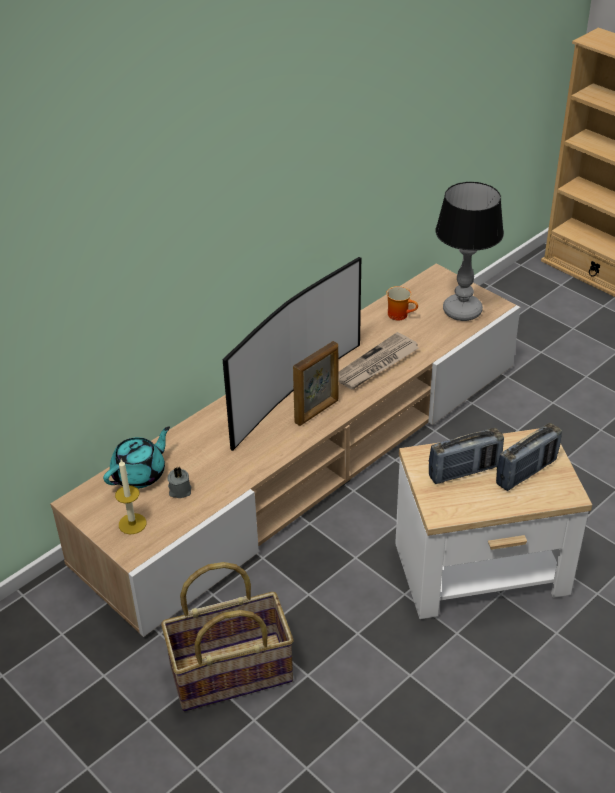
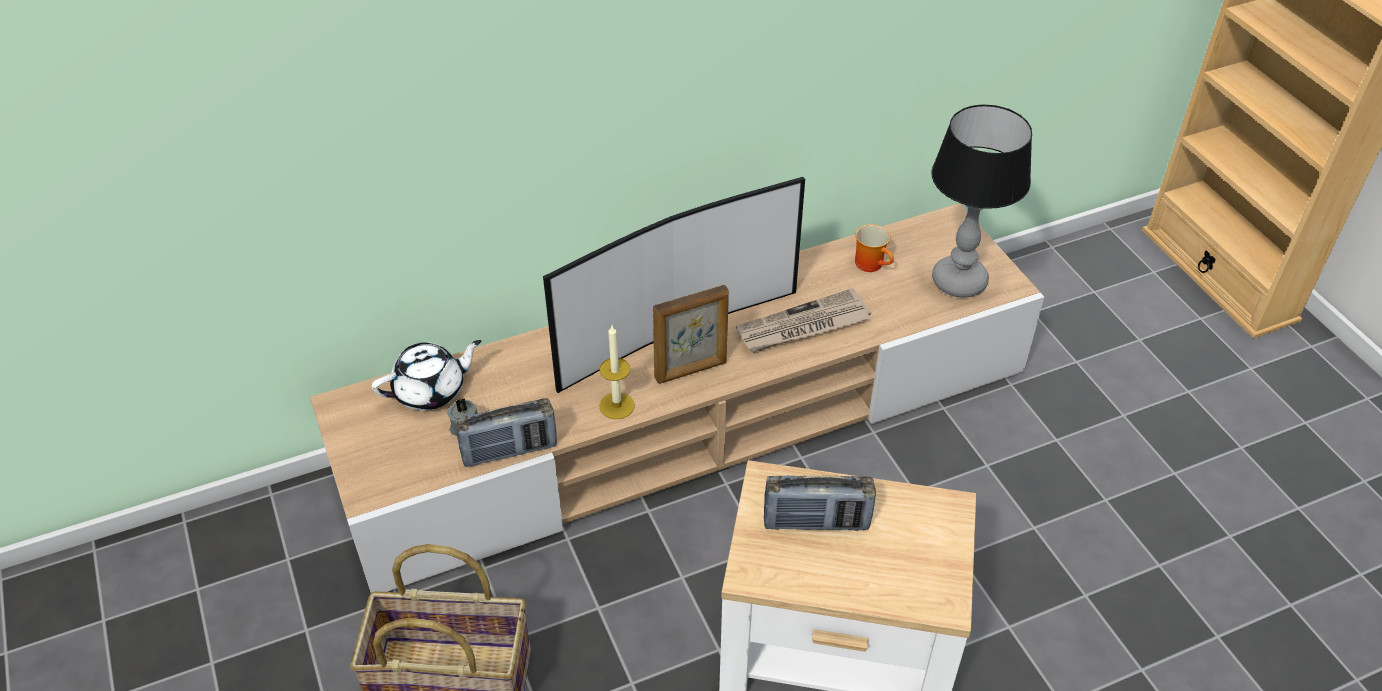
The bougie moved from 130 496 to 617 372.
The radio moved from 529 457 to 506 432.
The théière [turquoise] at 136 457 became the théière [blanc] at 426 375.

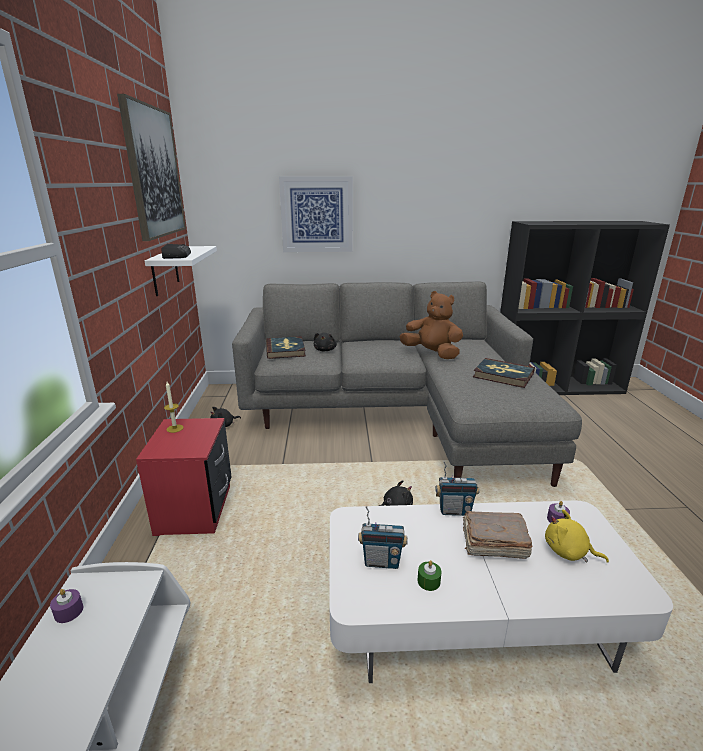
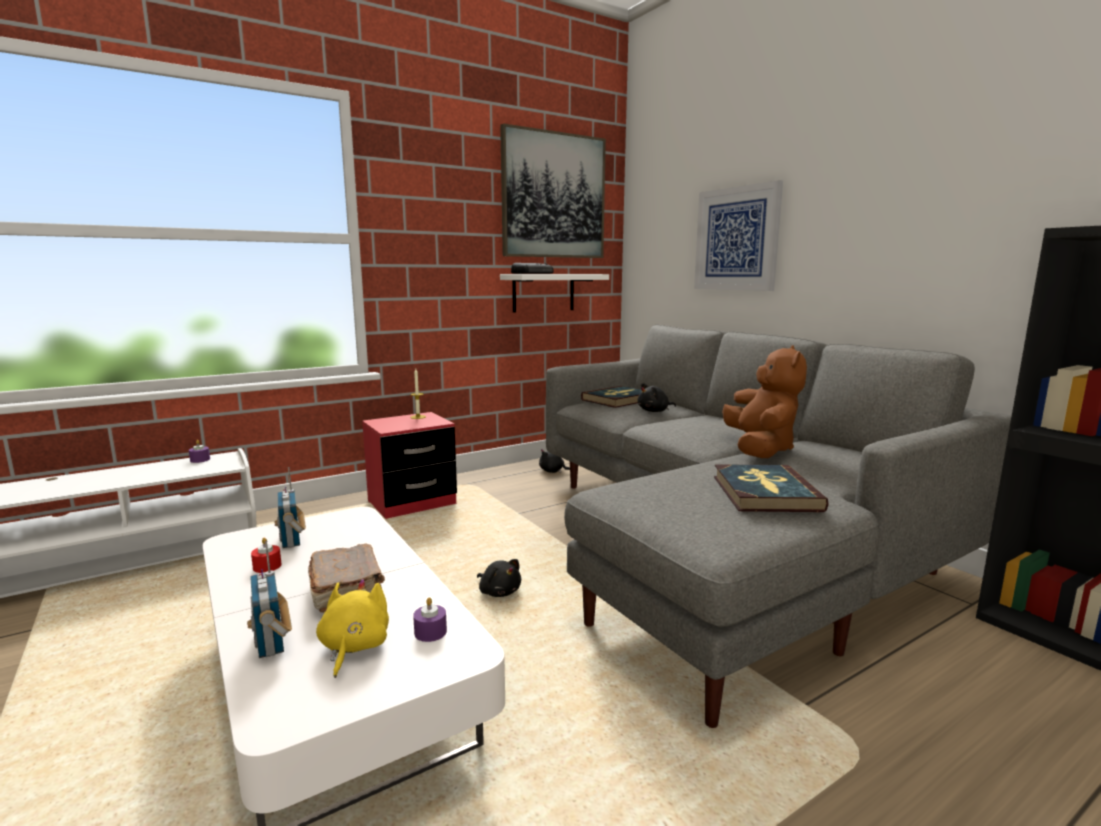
The radio moved from 458 488 to 269 599.
The bougie [vert] at 429 575 became the bougie [rouge] at 266 555.

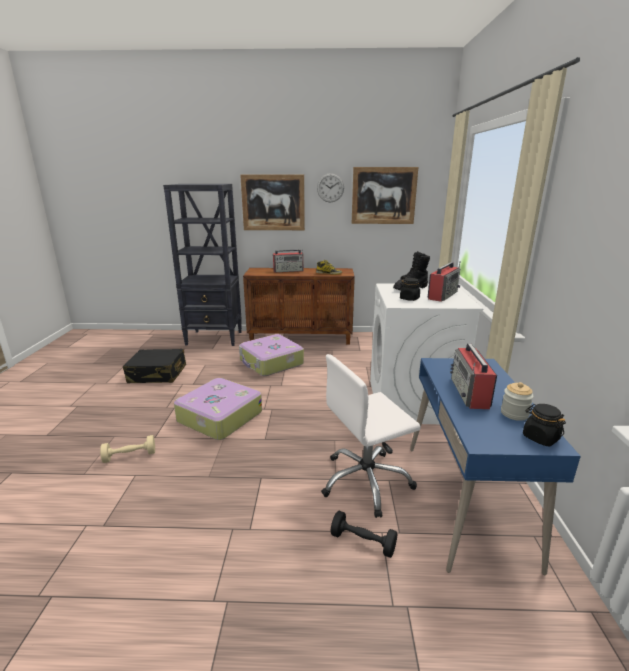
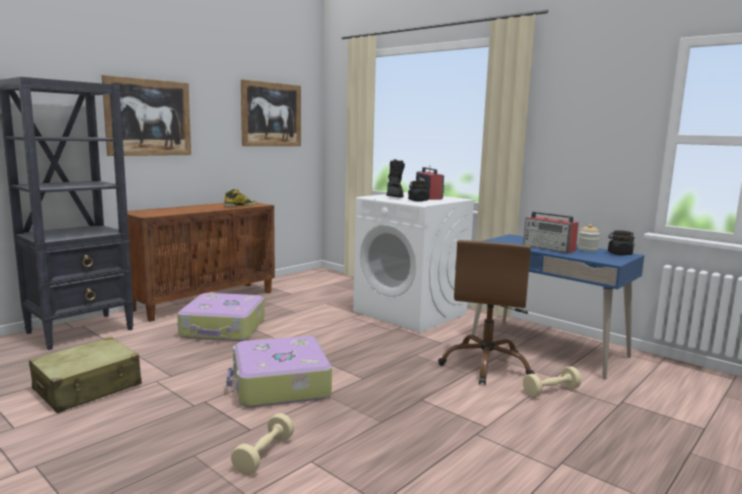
The radio at 288 261 disappeared.
The horloge murale at 330 187 disappeared.
The valise [noir] at 154 366 became the valise [beige] at 85 375.
The chaise de bureau [blanc] at 371 436 became the chaise de bureau [marron] at 486 312.
The haltère [noir] at 364 534 became the haltère [beige] at 552 381.

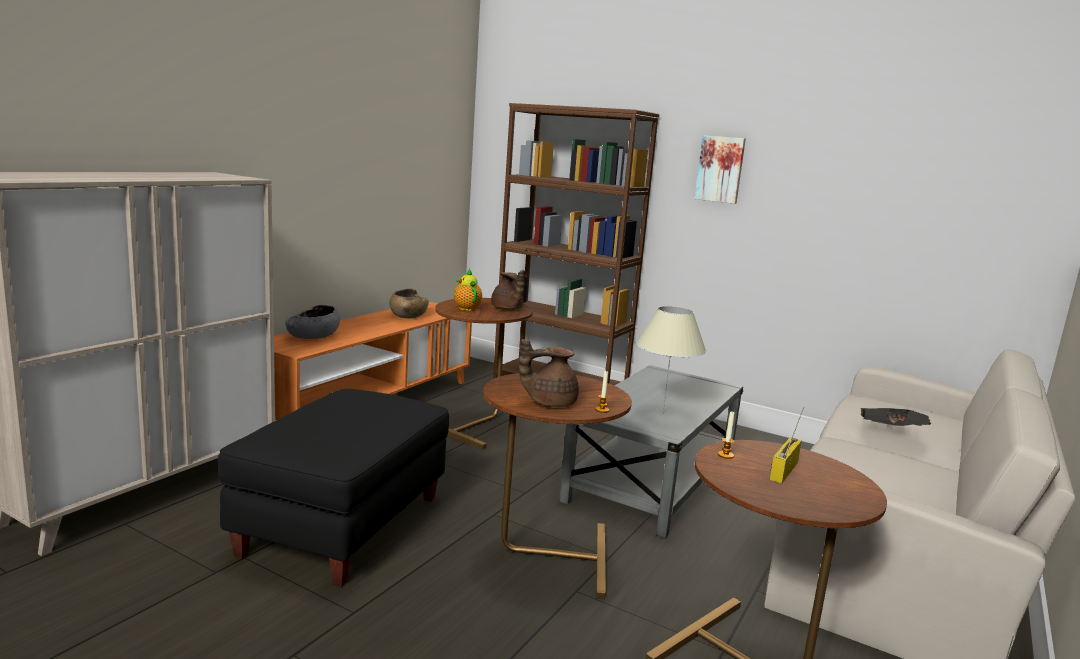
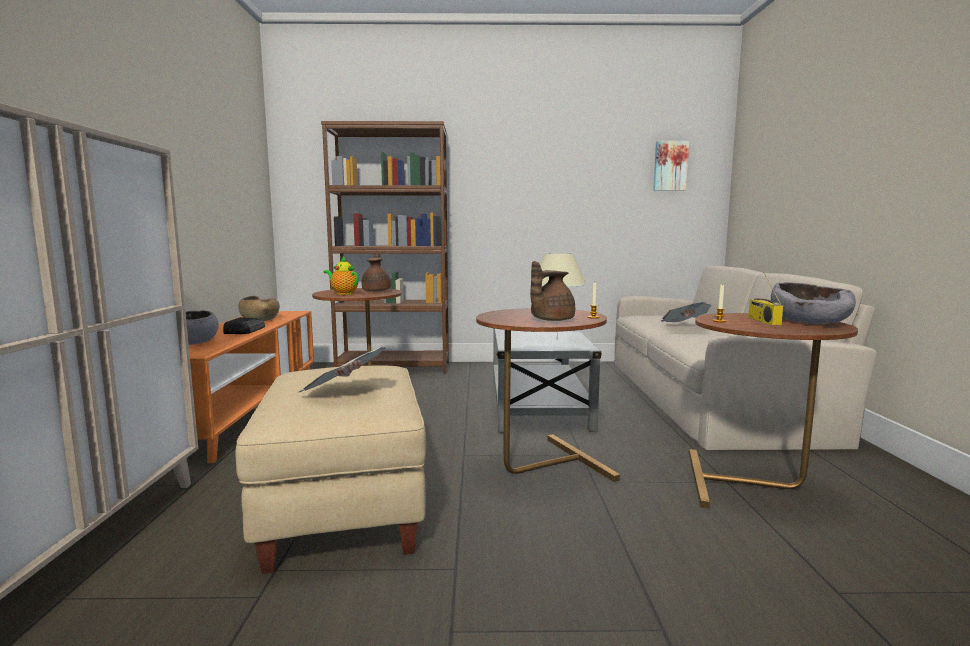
The radio at 244 325 appeared.
The journal at 342 369 appeared.
The bol [gris] at 813 303 appeared.
The tableau moved from 720 169 to 671 166.
The pouf [noir] at 333 488 became the pouf [beige] at 330 470.
The théière [marron] at 508 290 turned 120 degrees counterclockwise.

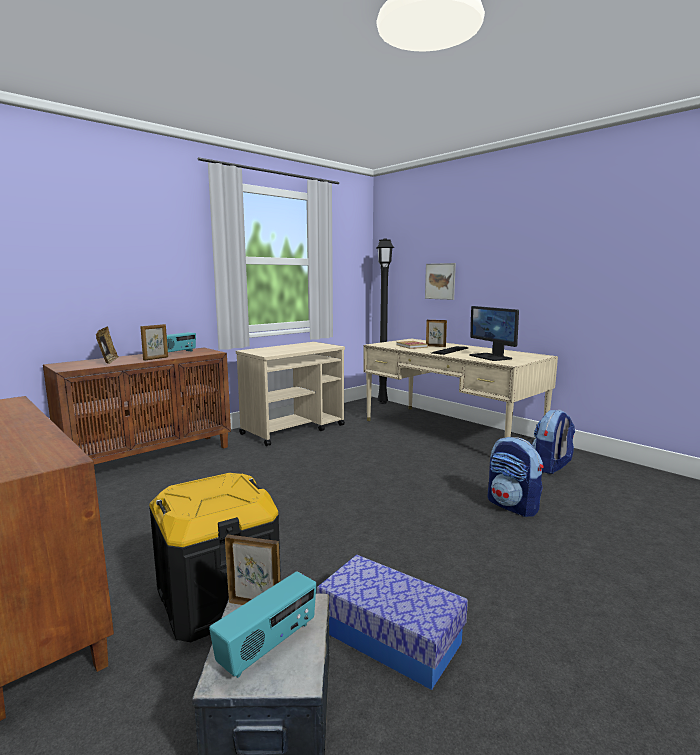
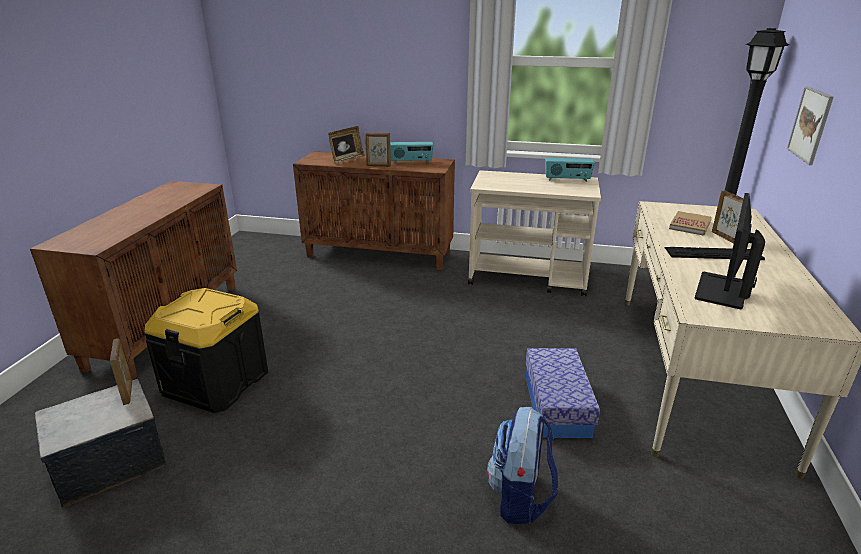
The sac à dos at 553 442 disappeared.
The radio moved from 262 625 to 570 170.
The boîte de rangement moved from 392 622 to 563 393.

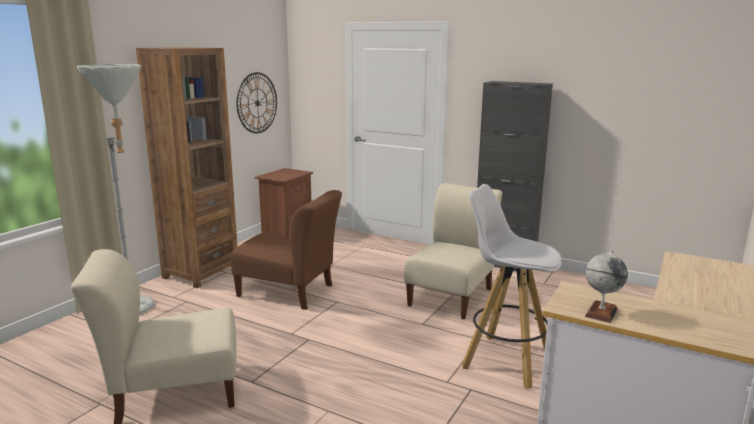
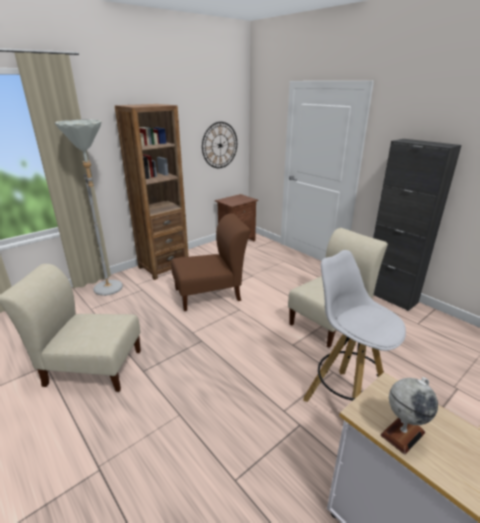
The chaise [marron] at 286 250 turned 60 degrees counterclockwise.

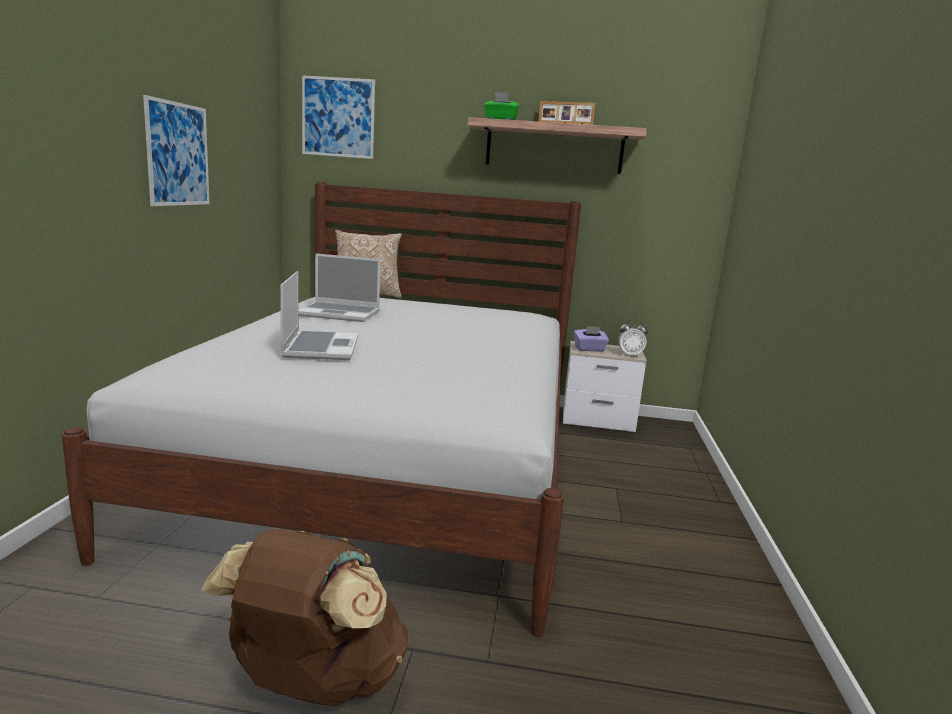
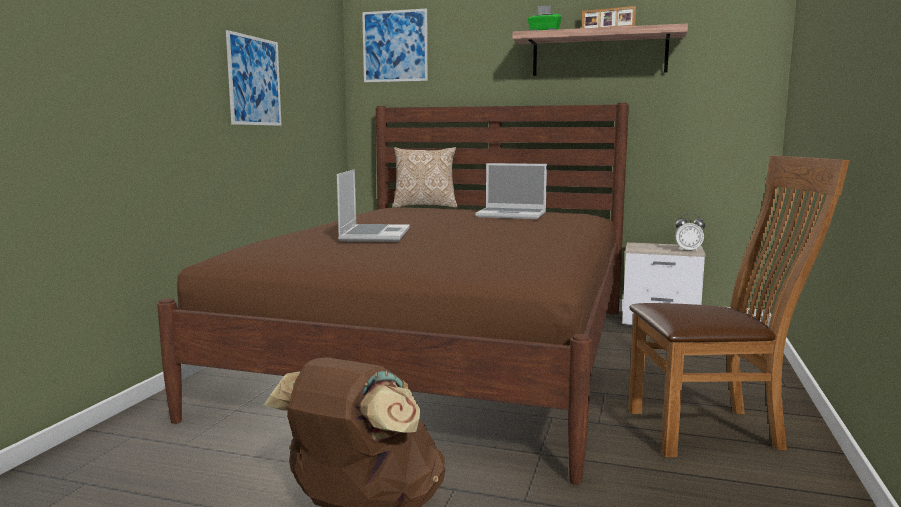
The boîte à mouchoirs [violet] at 591 339 disappeared.
The chaise [marron] at 739 306 appeared.
The ordinateur portable moved from 340 287 to 511 191.
The lit [blanc] at 321 409 became the lit [marron] at 393 294.

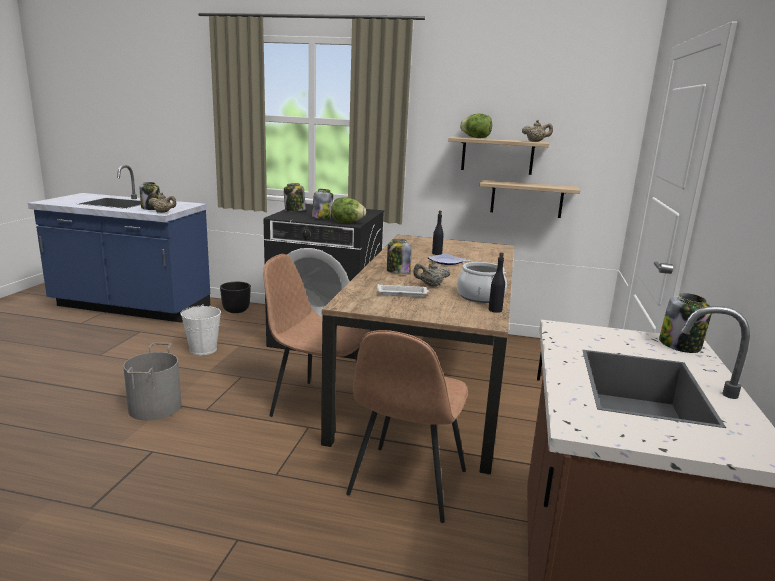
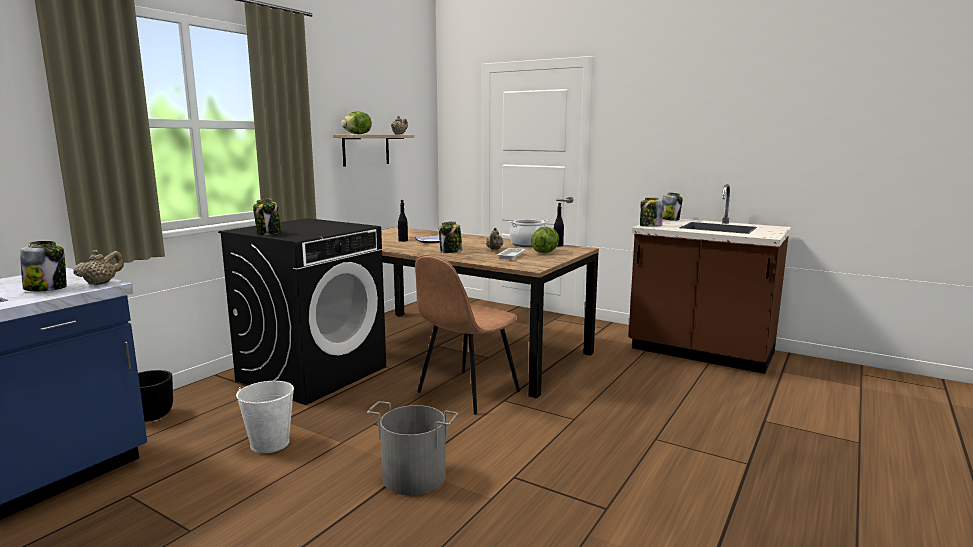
The chaise [marron] at 407 426 disappeared.
The étagère at 529 199 disappeared.
The bocal moved from 322 204 to 651 212.
The laitue moved from 348 210 to 545 240.

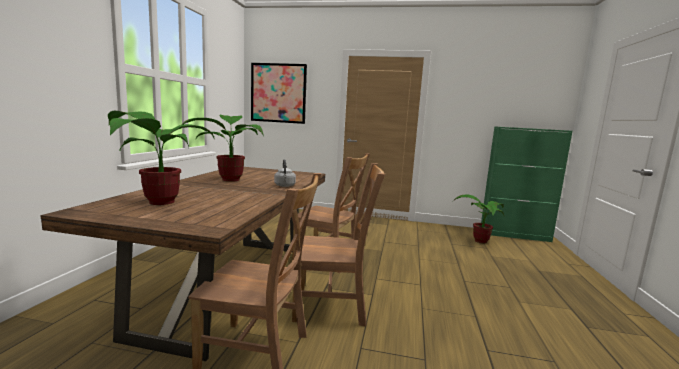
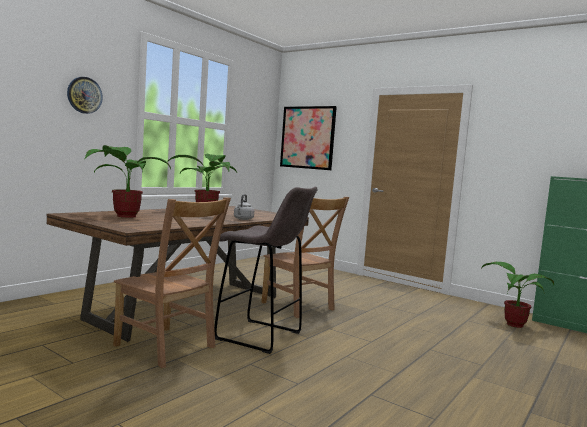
The horloge murale at 85 95 appeared.
The chaise [marron] at 338 245 was replaced by the tabouret [gris] at 266 270.

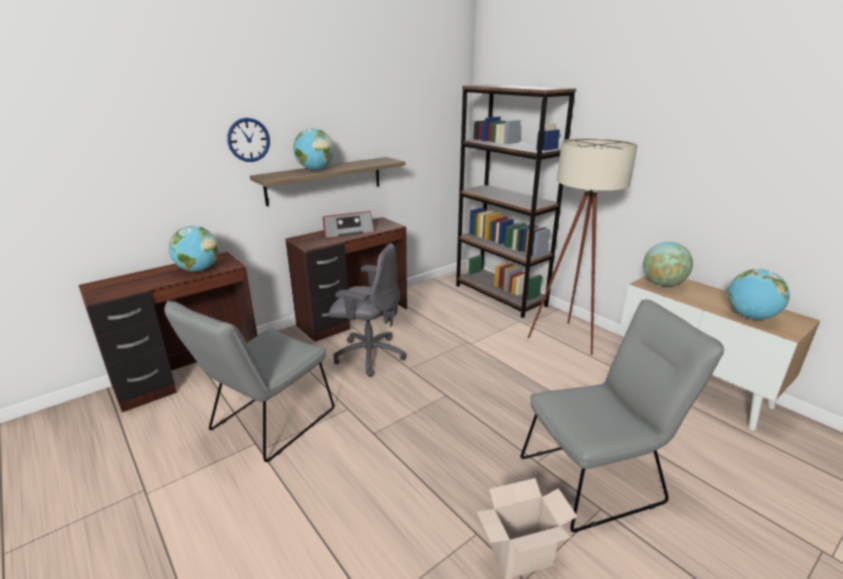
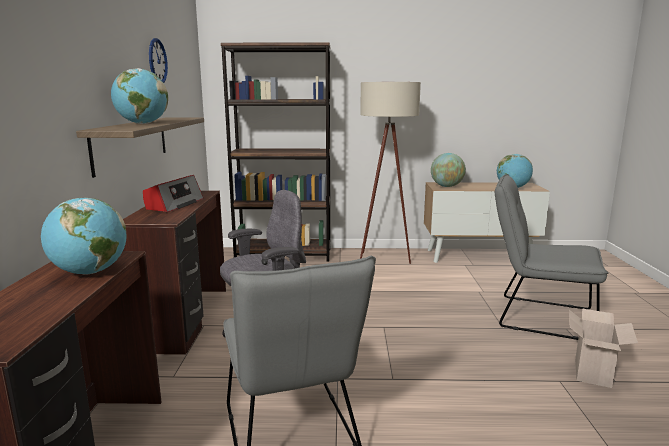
The horloge murale moved from 248 140 to 158 60.
The chaise [gris] at 622 415 turned 90 degrees counterclockwise.

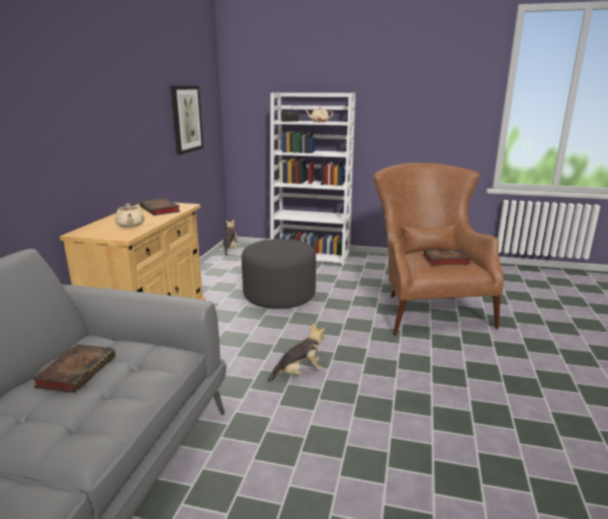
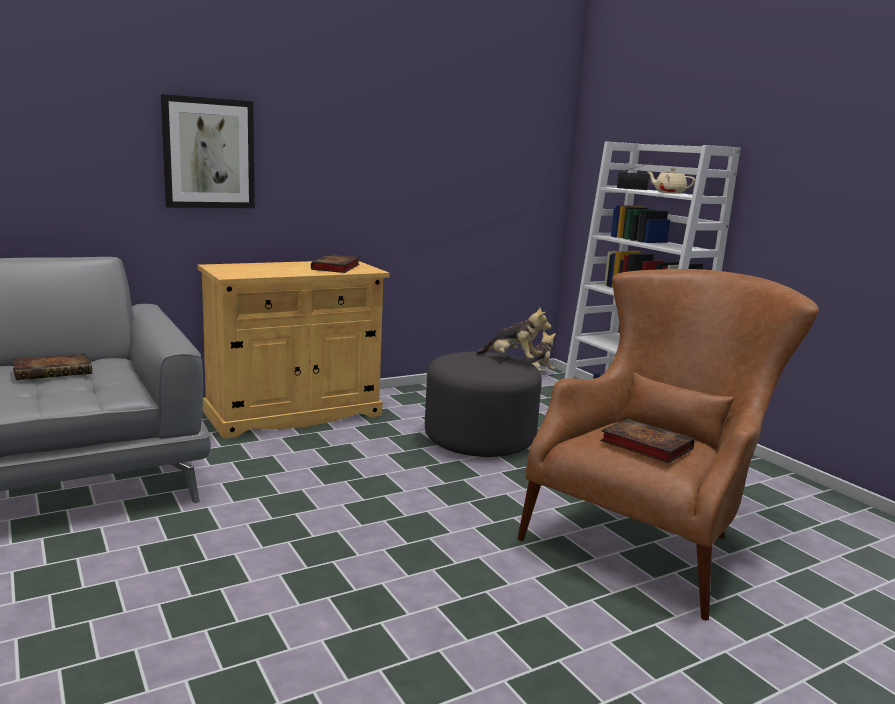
The théière [beige] at 130 215 disappeared.
The tableau moved from 187 120 to 208 151.
The peluche moved from 296 353 to 513 333.

